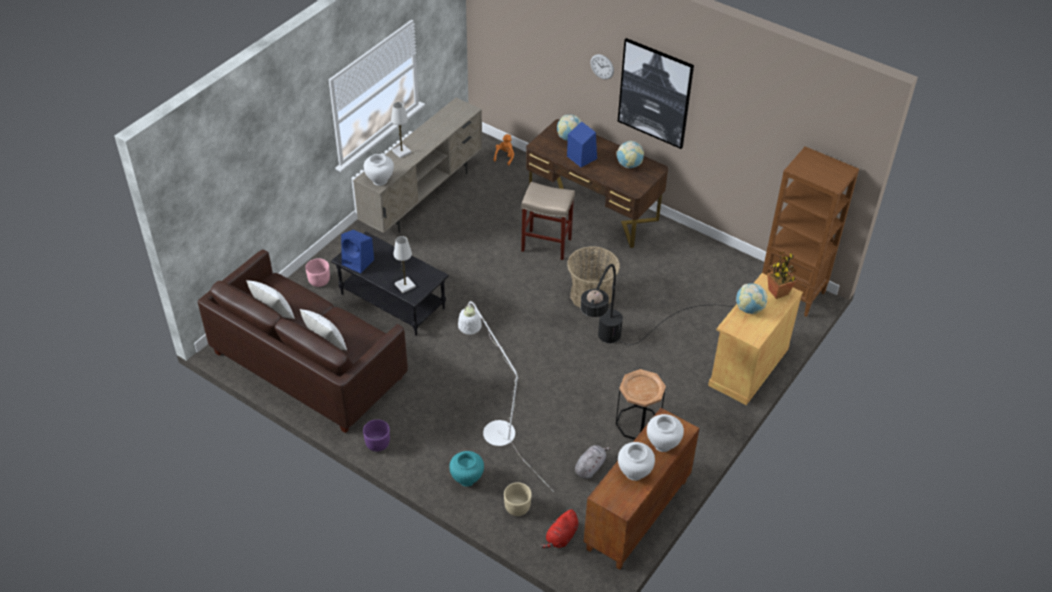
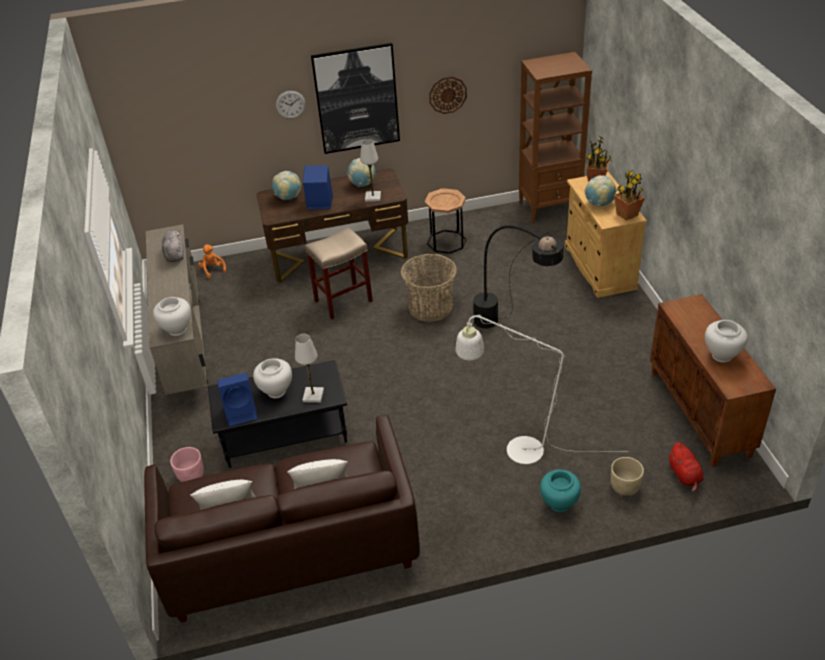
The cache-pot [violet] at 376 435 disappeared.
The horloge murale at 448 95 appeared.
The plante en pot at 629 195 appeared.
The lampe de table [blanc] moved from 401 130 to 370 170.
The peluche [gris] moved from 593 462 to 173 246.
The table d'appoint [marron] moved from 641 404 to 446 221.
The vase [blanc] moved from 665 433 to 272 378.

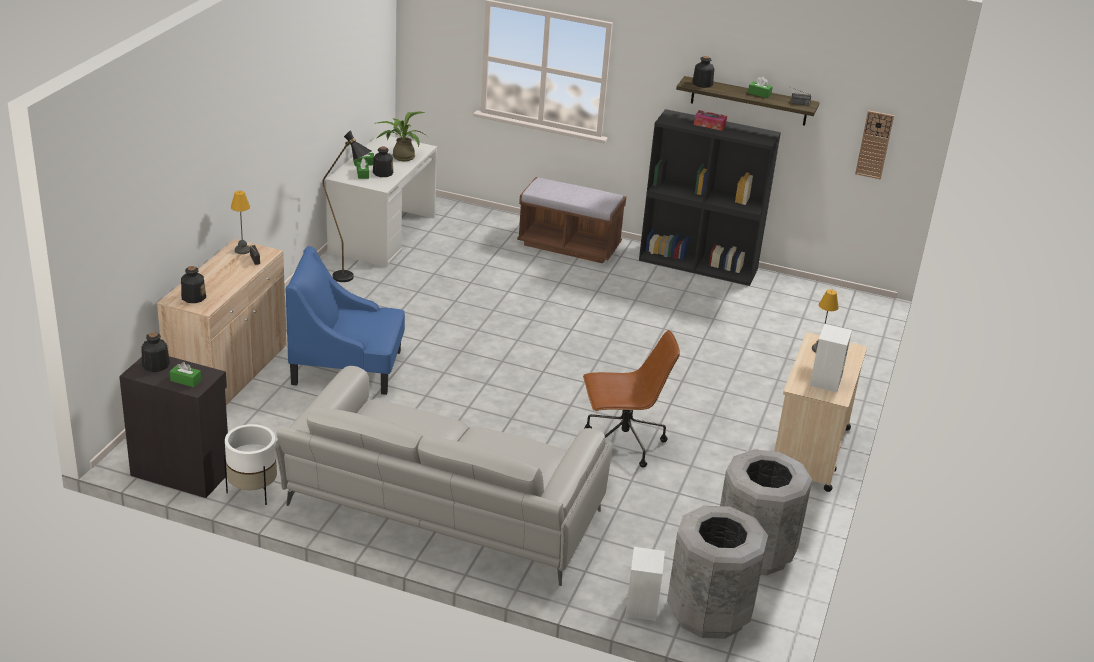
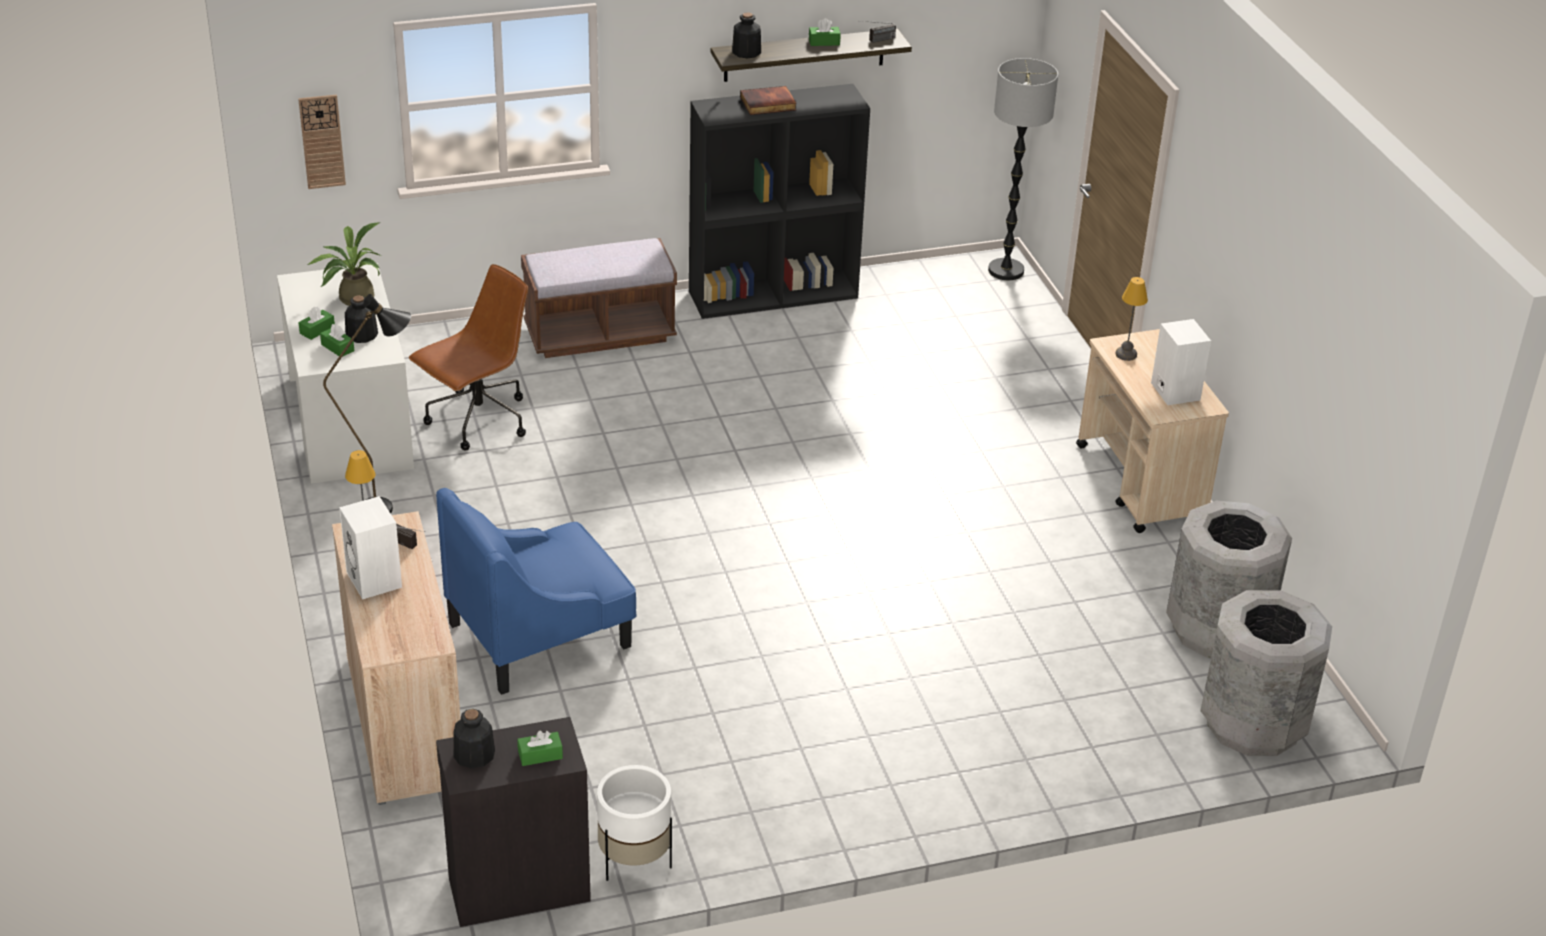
The bouteille at 193 284 disappeared.
The canapé [gris] at 443 476 disappeared.
The lampadaire at 1023 169 appeared.
The chaise de bureau [marron] moved from 631 399 to 468 357.
The enceinte [blanc] moved from 645 584 to 370 548.
The horloge murale moved from 874 144 to 322 141.
The boîte à mouchoirs at 710 120 was replaced by the livre at 768 100.

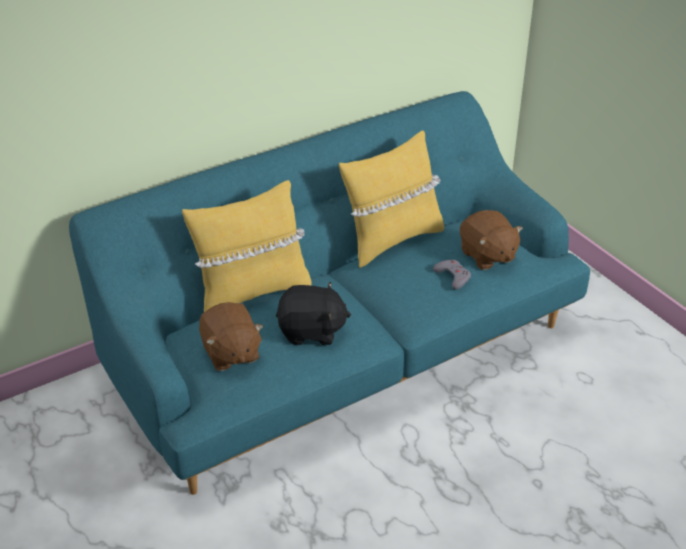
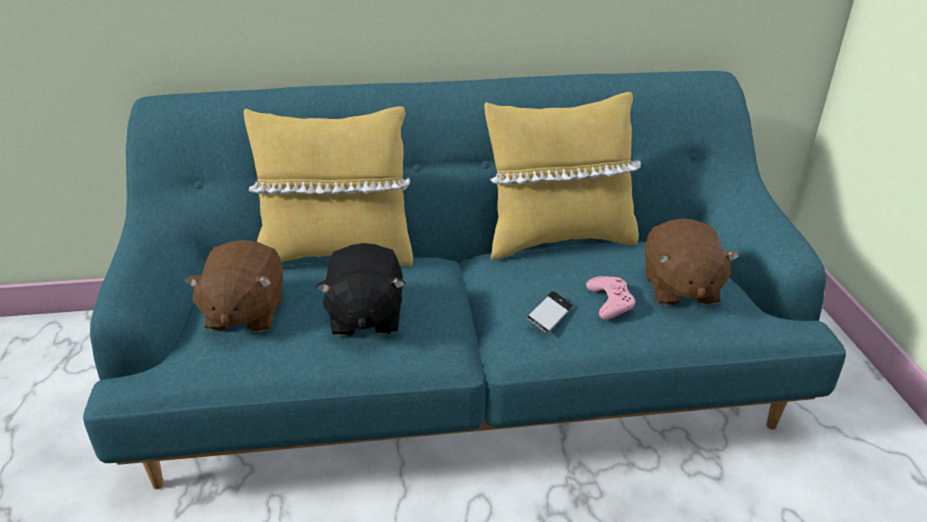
The téléphone at 549 312 appeared.
The manette [gris] at 452 275 became the manette [rose] at 610 298.
The peluche [noir] at 313 313 turned 60 degrees clockwise.

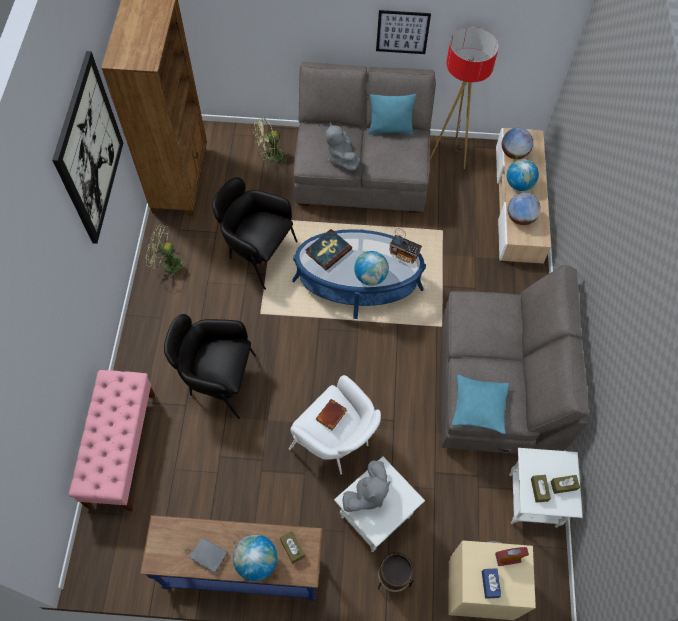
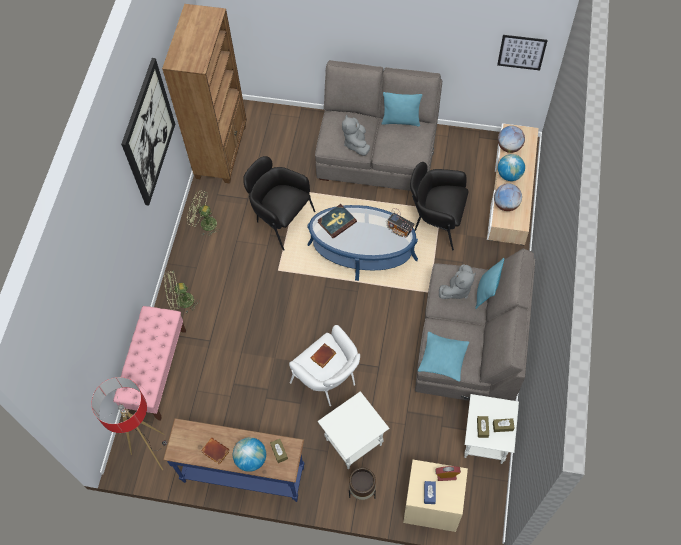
The globe at 371 268 disappeared.
The coussin [turquoise] at 489 283 appeared.
The fauteuil [noir] moved from 210 366 to 439 206.
The ventilateur [vert] moved from 272 142 to 182 292.
The peluche [gris] moved from 366 486 to 457 281.
The tableau moved from 403 32 to 522 52.
The lampadaire moved from 464 98 to 129 424.
The livre [gris] at 209 556 became the livre [marron] at 215 451.

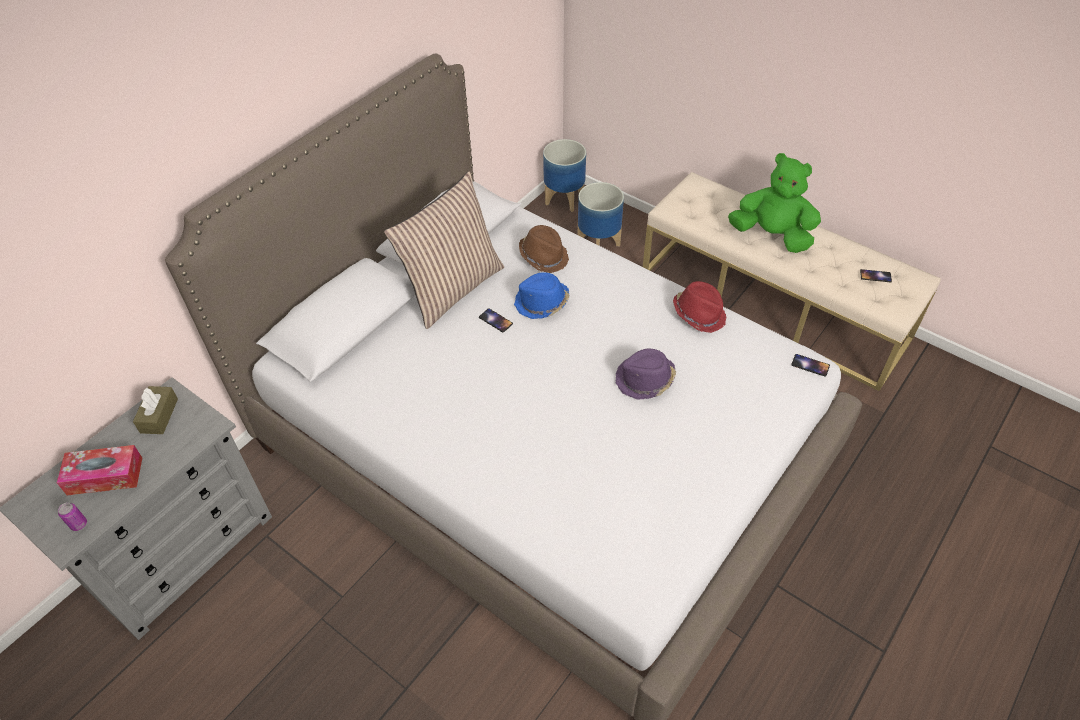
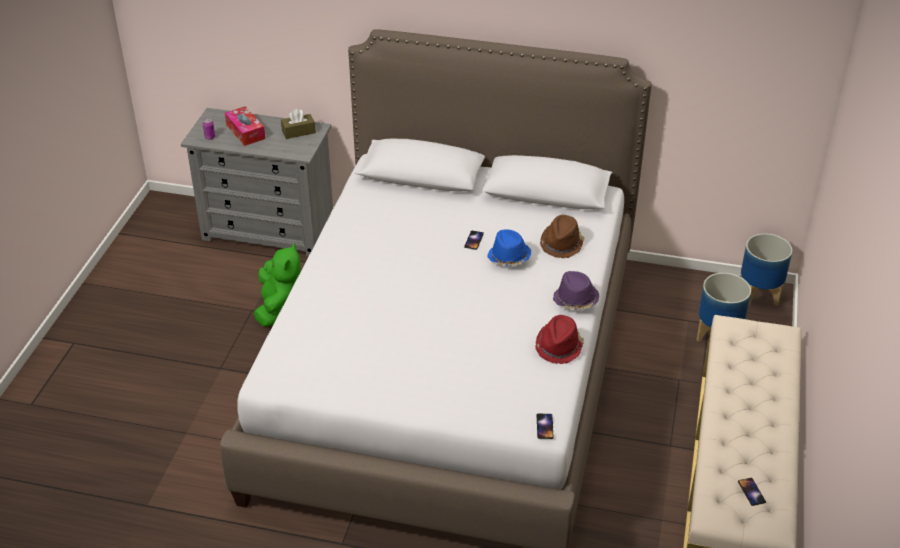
The coussin at 444 250 disappeared.
The chapeau [violet] moved from 645 374 to 576 290.
The peluche [vert] moved from 774 203 to 277 285.

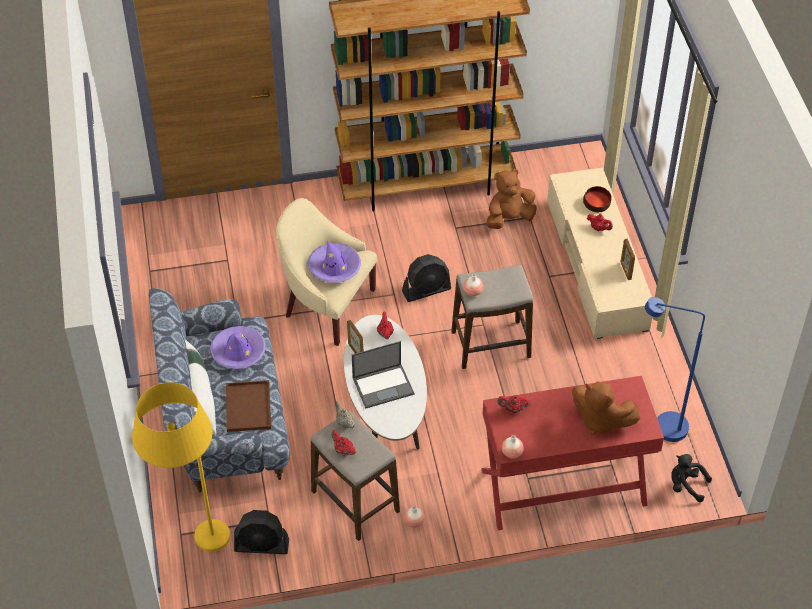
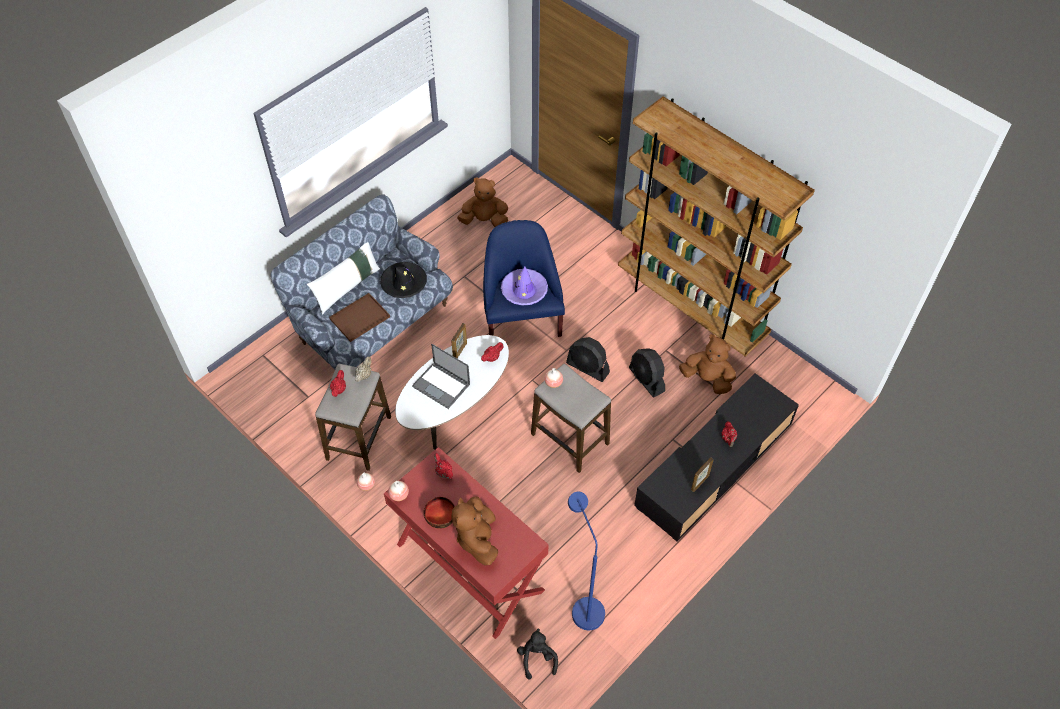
The lampadaire [jaune] at 181 467 disappeared.
The peluche [marron] at 482 202 appeared.
The ventilateur [noir] moved from 261 532 to 647 373.
The bol moved from 597 199 to 439 513.
The chapeau [violet] at 238 347 became the chapeau [noir] at 403 280.
The fauteuil [beige] at 326 272 became the fauteuil [bleu] at 524 278.
The meuble télé [beige] at 600 253 became the meuble télé [noir] at 716 458.

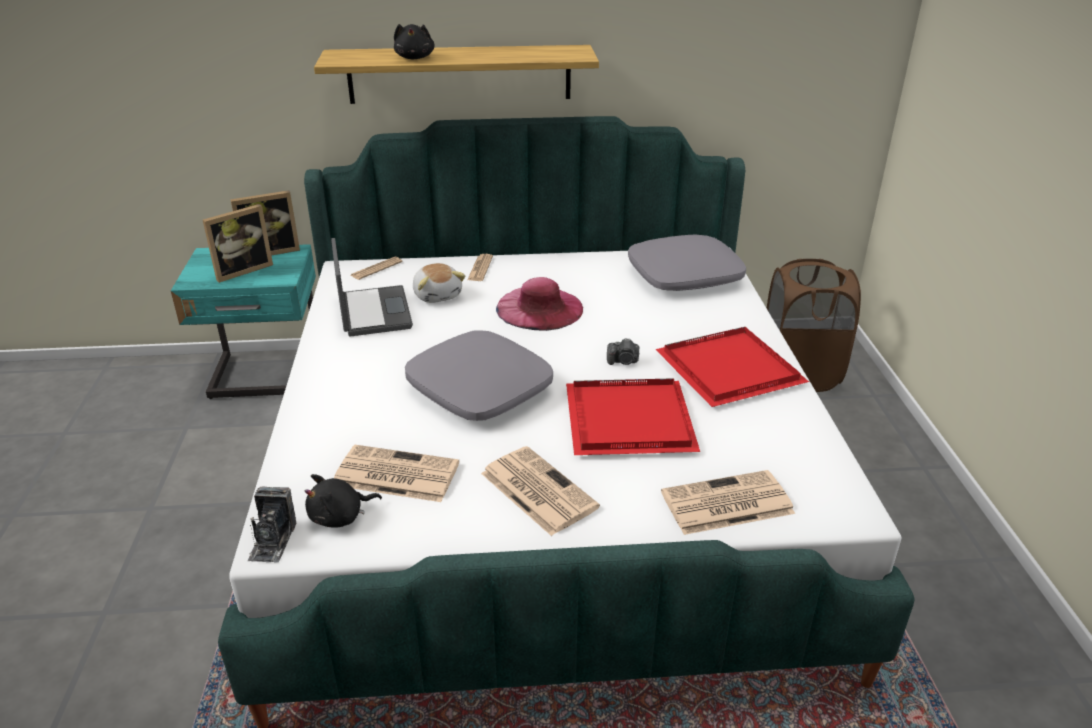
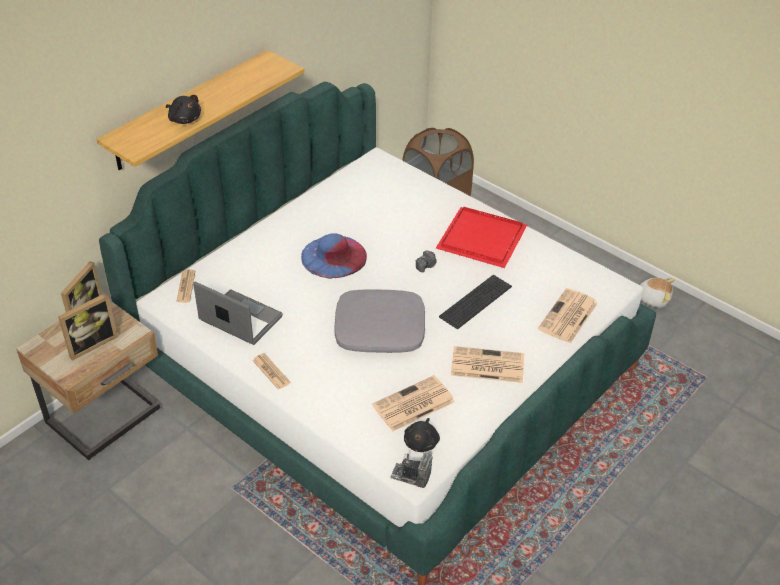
The coussin [gris] at 687 262 disappeared.
The peluche moved from 439 283 to 657 293.
The journal moved from 480 267 to 271 371.
The plateau [rouge] at 633 416 was replaced by the clavier at 475 302.
The table de chevet [turquoise] at 243 321 became the table de chevet [beige] at 88 380.
The chapeau [rose] at 539 304 became the chapeau [bleu] at 334 256.
The cadre photo at 238 243 turned 45 degrees clockwise.
The appareil photo at 271 525 turned 150 degrees clockwise.

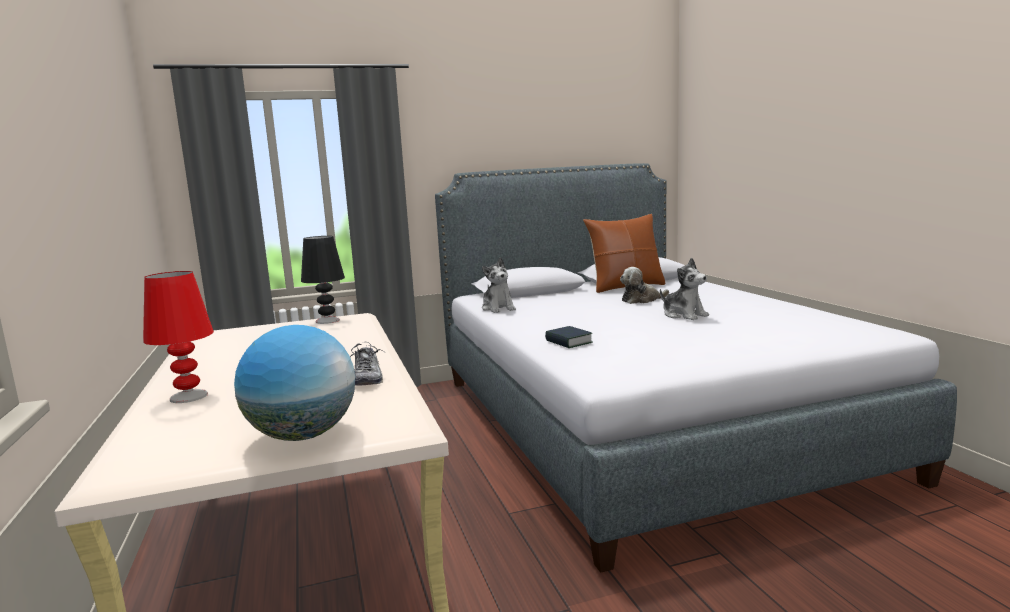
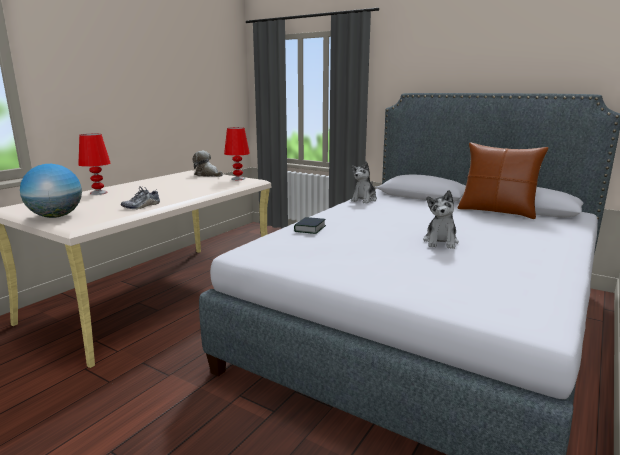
The peluche moved from 644 285 to 207 164.
The lampe de table [noir] at 323 280 became the lampe de table [rouge] at 237 153.

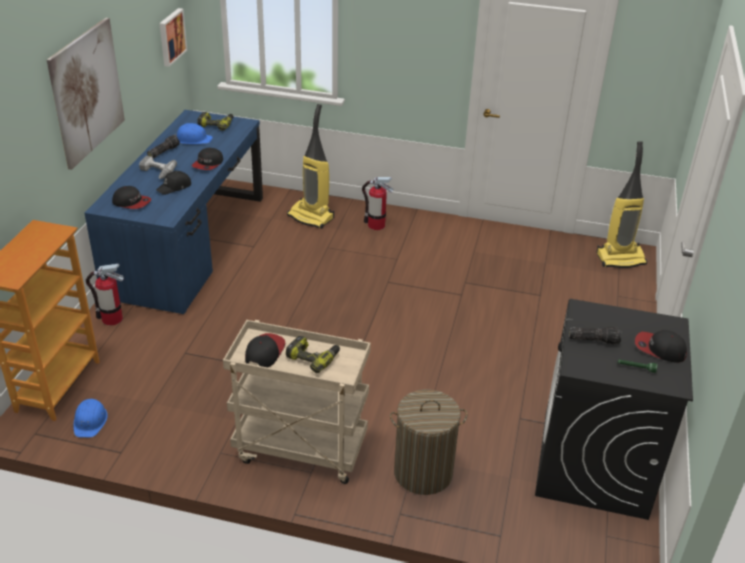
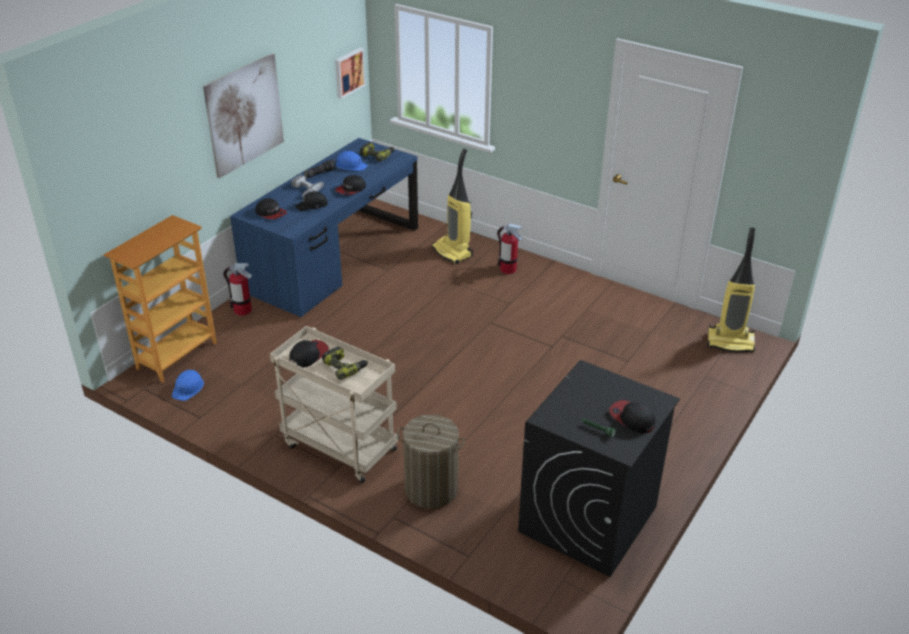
The lampe de poche at 595 335 disappeared.

